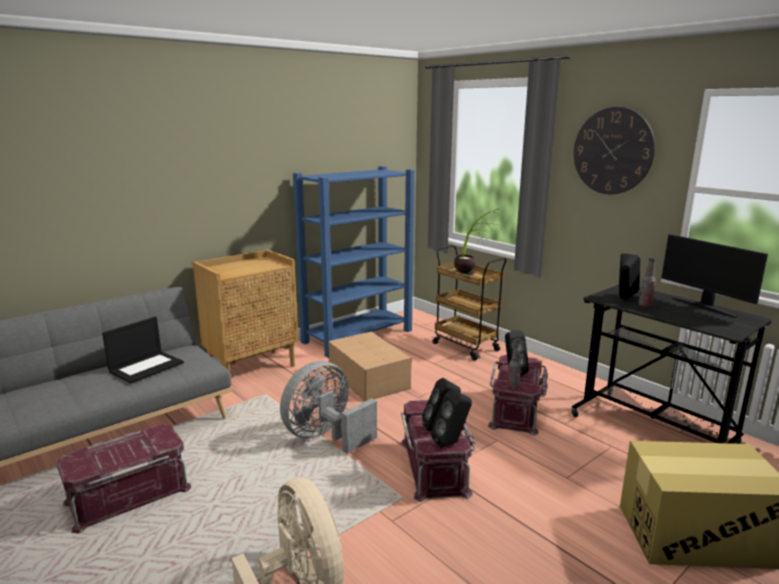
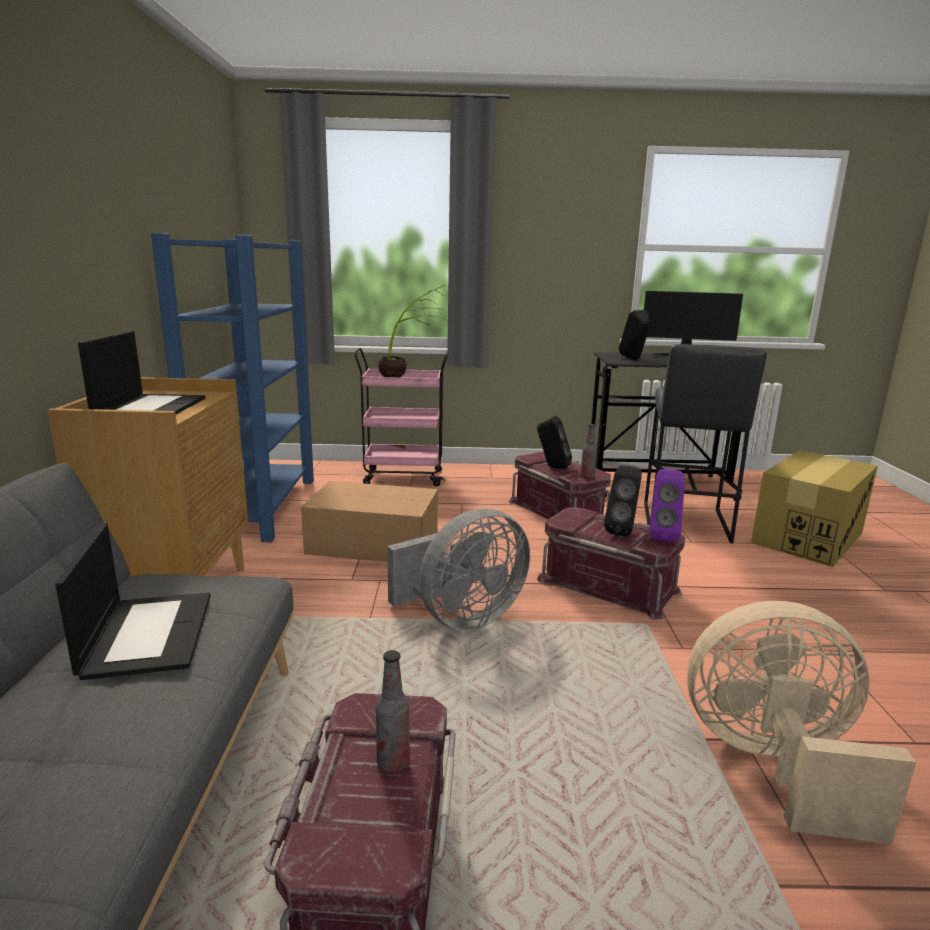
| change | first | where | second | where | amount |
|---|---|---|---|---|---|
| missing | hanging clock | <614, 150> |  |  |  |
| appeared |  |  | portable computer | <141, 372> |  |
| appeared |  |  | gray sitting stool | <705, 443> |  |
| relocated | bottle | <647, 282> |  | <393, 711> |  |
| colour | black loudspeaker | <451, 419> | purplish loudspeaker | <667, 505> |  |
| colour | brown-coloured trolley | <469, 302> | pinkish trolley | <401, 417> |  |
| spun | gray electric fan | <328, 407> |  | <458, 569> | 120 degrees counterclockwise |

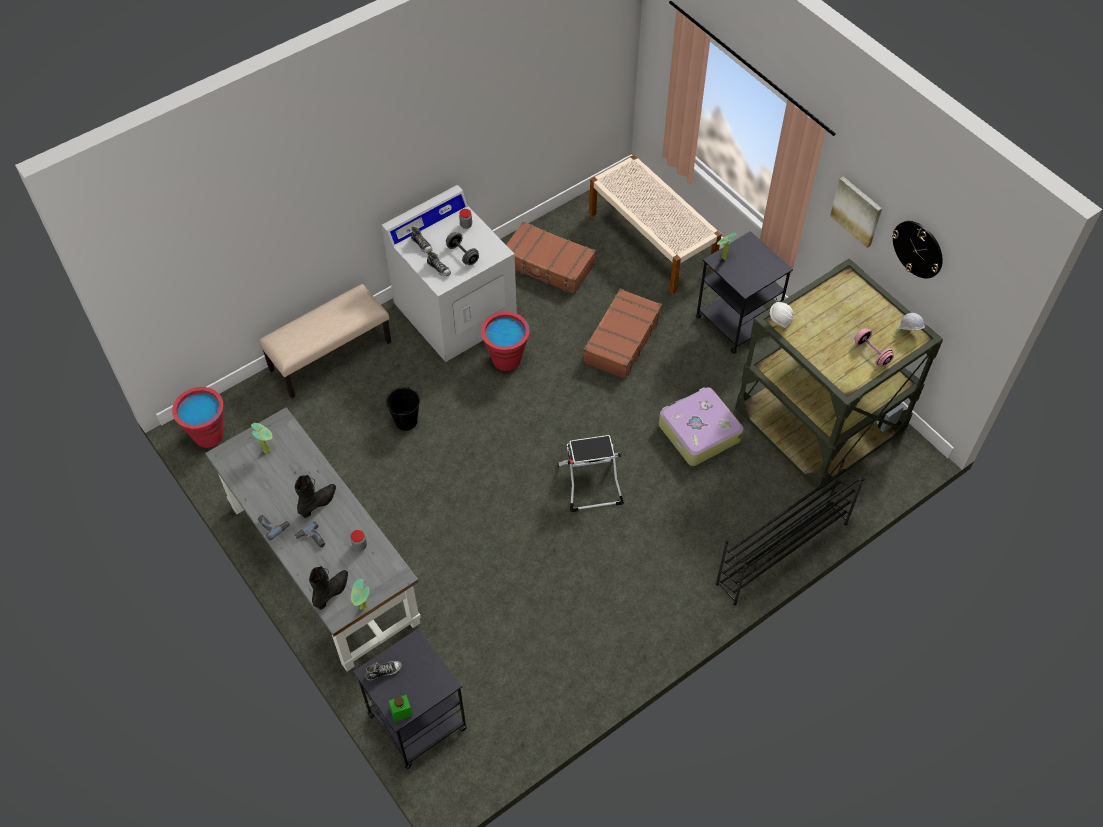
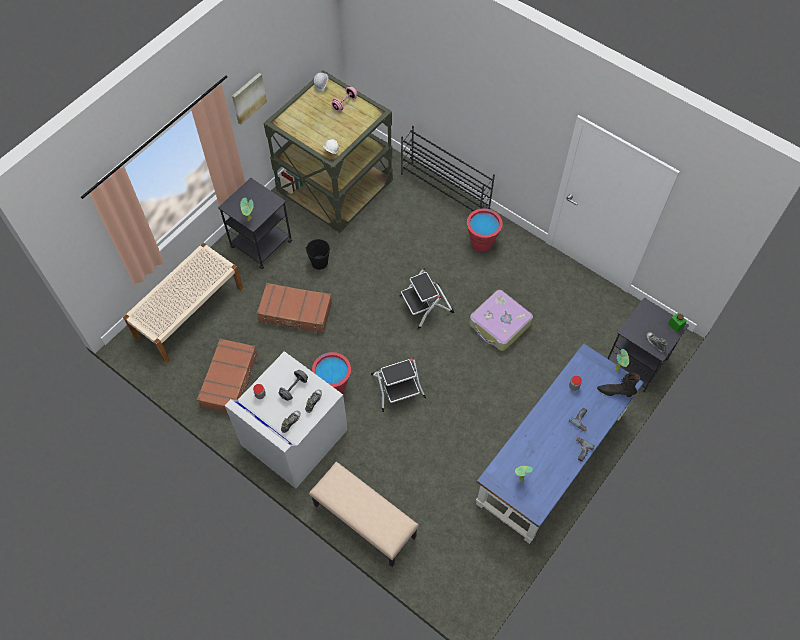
| change | first | where | second | where | amount |
|---|---|---|---|---|---|
| missing | black high-top boot | <315, 496> |  |  |  |
| missing | hanging clock | <917, 249> |  |  |  |
| appeared |  |  | stepladder | <398, 385> |  |
| relocated | reddish water bucket | <198, 417> |  | <485, 230> |  |
| relocated | black water bucket | <403, 409> |  | <317, 254> |  |
| relocated | travel case | <701, 426> |  | <501, 320> |  |
| colour | gray desk table | <313, 539> | blue desk table | <560, 443> |  |

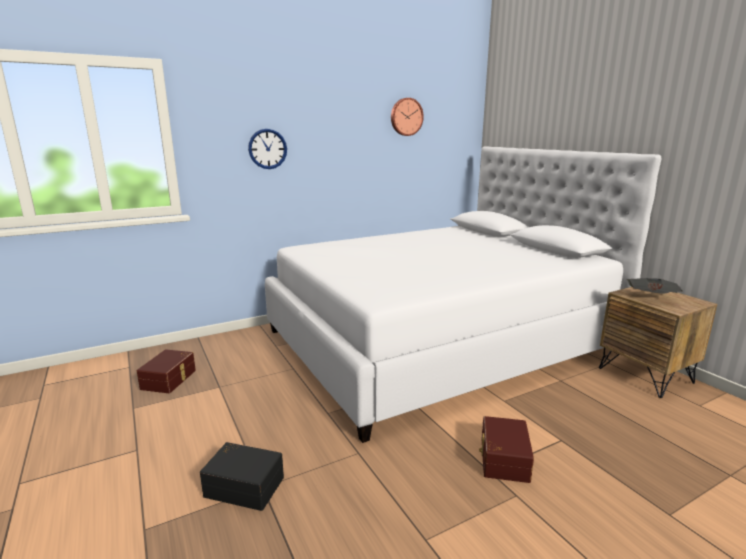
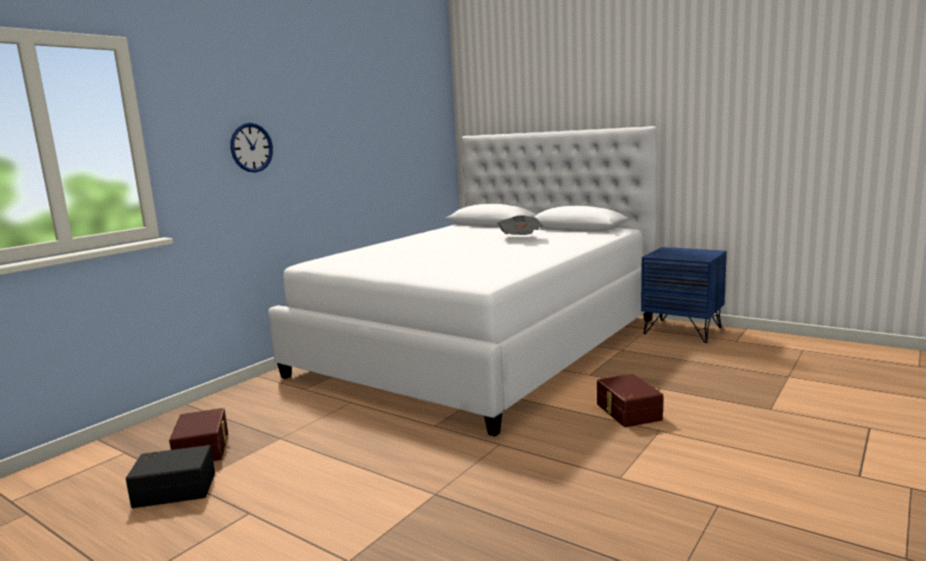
| change | first | where | second | where | amount |
|---|---|---|---|---|---|
| missing | hanging clock | <407, 117> |  |  |  |
| relocated | black storage bin | <242, 476> |  | <170, 476> |  |
| relocated | printed paper | <654, 286> |  | <520, 225> |  |
| colour | brown-coloured bedside table | <658, 342> | blue bedside table | <684, 295> |  |

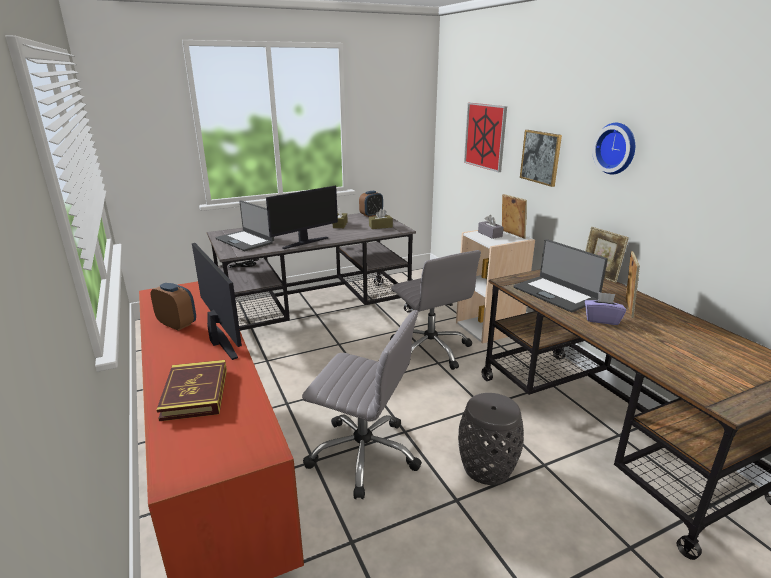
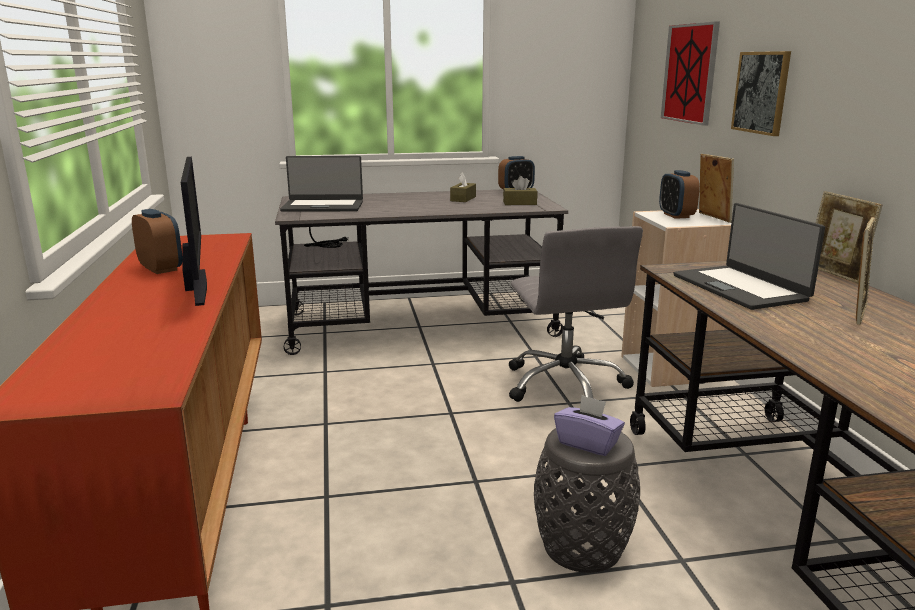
| change | first | where | second | where | amount |
|---|---|---|---|---|---|
| missing | book | <191, 390> |  |  |  |
| missing | monitor | <302, 217> |  |  |  |
| missing | gray computer chair | <362, 404> |  |  |  |
| missing | hanging clock | <613, 149> |  |  |  |
| relocated | purplish box of tissues | <605, 308> |  | <589, 425> |  |
| exchanged | gray box of tissues | <491, 227> | bedside clock | <679, 194> |  |
| spun | portable computer | <244, 225> |  | <321, 184> | 60 degrees counterclockwise |

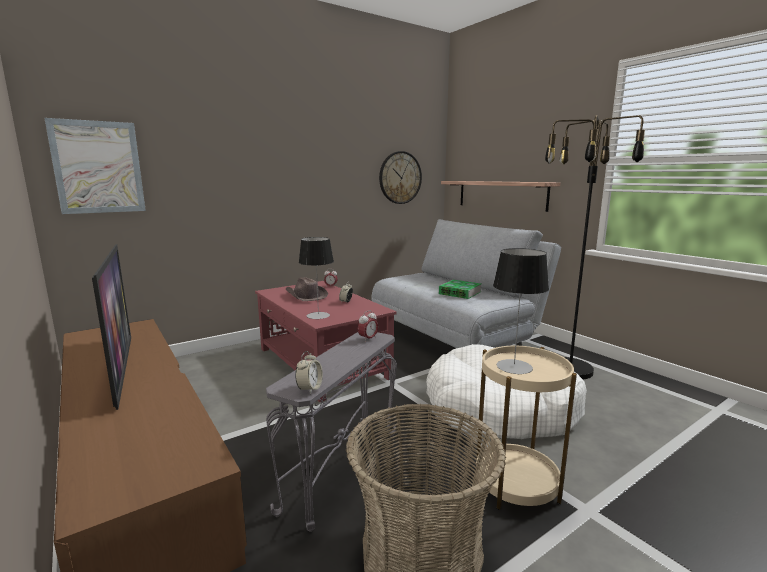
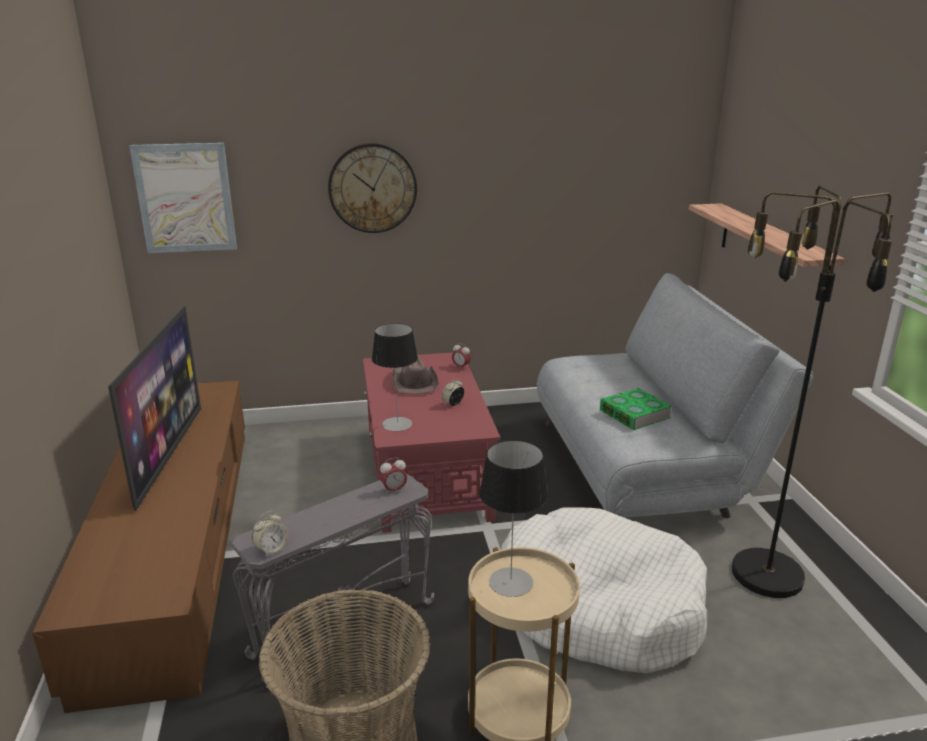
| change | first | where | second | where | amount |
|---|---|---|---|---|---|
| relocated | hanging clock | <400, 177> |  | <372, 188> |  |

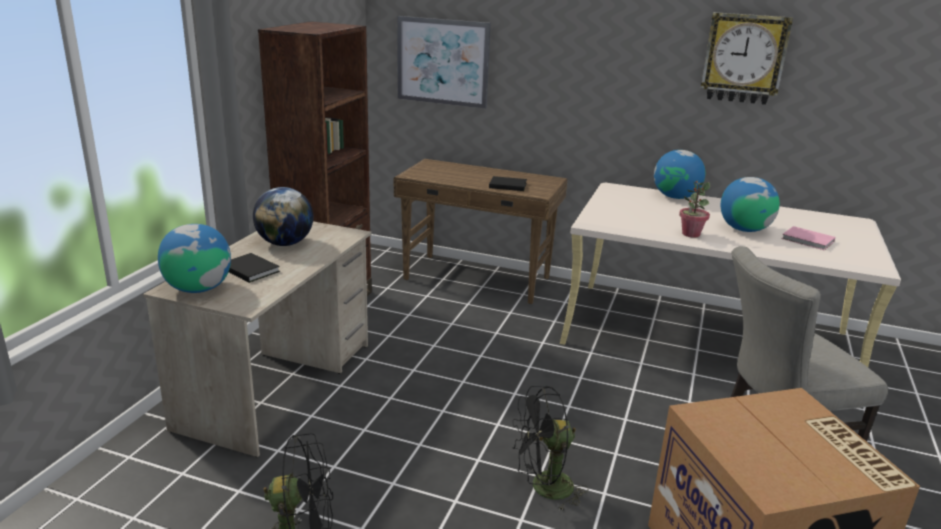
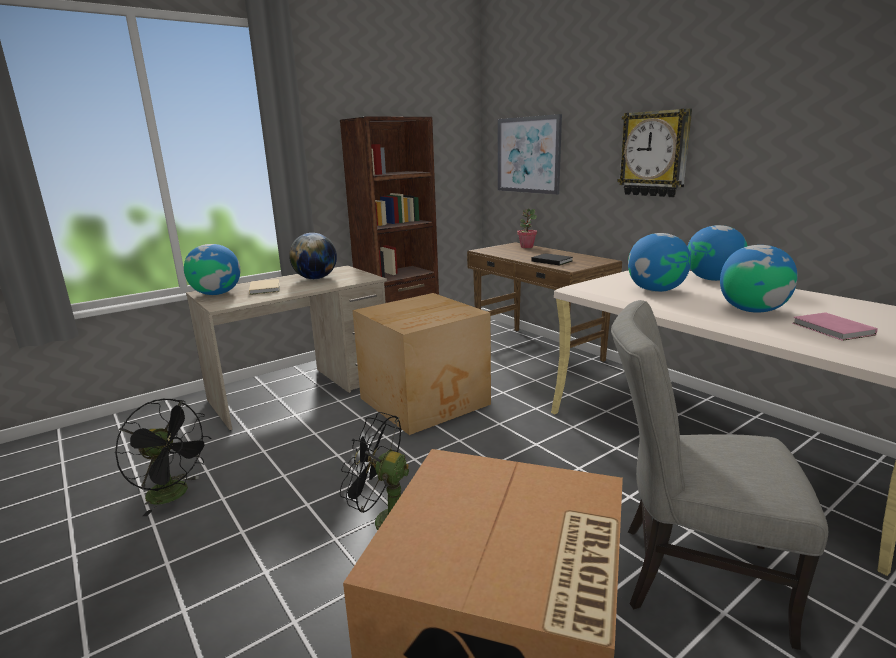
| change | first | where | second | where | amount |
|---|---|---|---|---|---|
| appeared |  |  | cardboard box | <422, 364> |  |
| appeared |  |  | desk globe | <659, 262> |  |
| relocated | houseplant | <694, 209> |  | <527, 228> |  |
| relocated | hanging clock | <747, 58> |  | <654, 152> |  |
| colour | black book | <254, 268> | beige book | <264, 287> |  |

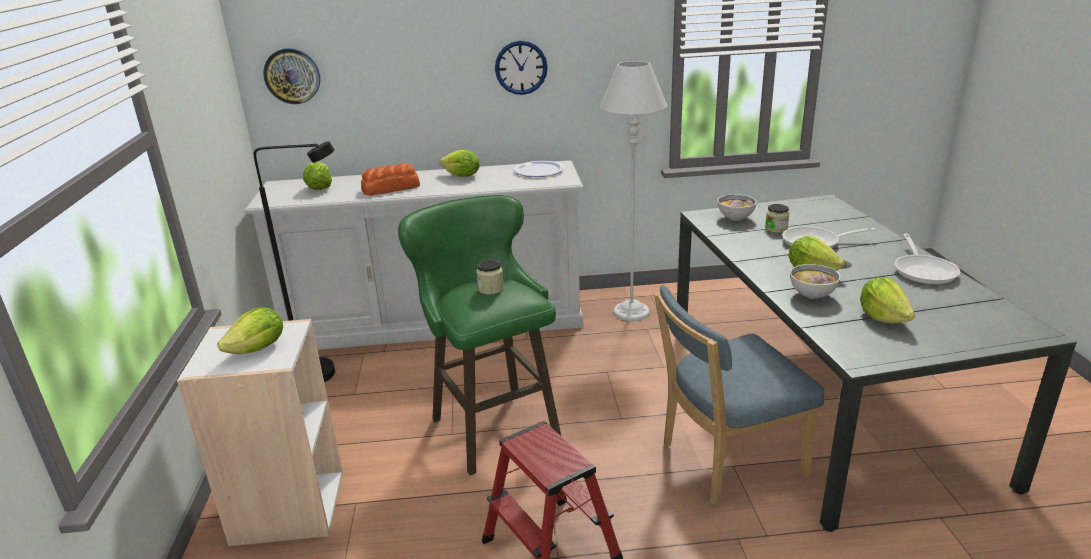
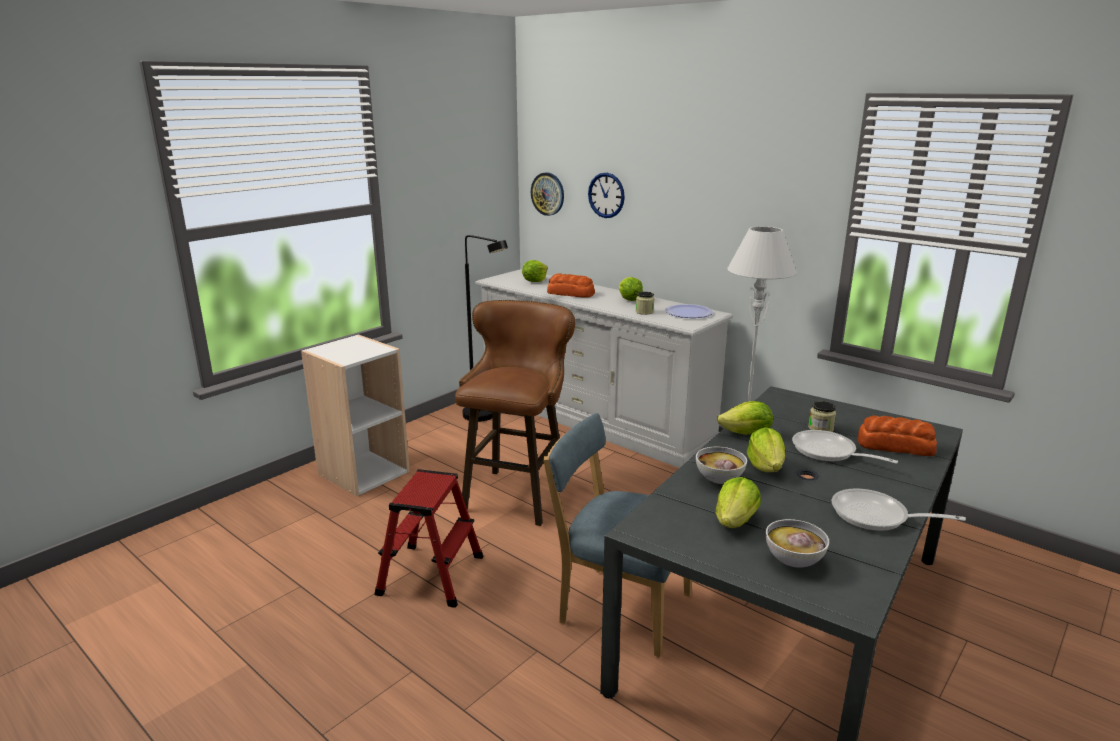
| change | first | where | second | where | amount |
|---|---|---|---|---|---|
| appeared |  |  | bakery bread | <897, 435> |  |
| relocated | lettuce | <250, 330> |  | <745, 418> |  |
| relocated | storage jar | <490, 277> |  | <645, 303> |  |
| relocated | hanging clock | <521, 68> |  | <606, 195> |  |
| relocated | serving bowl | <737, 207> |  | <797, 543> |  |
| colour | greenish sitting stool | <479, 335> | brown-coloured sitting stool | <515, 413> |  |
| spun | pan | <927, 259> |  | <899, 509> | 60 degrees clockwise |

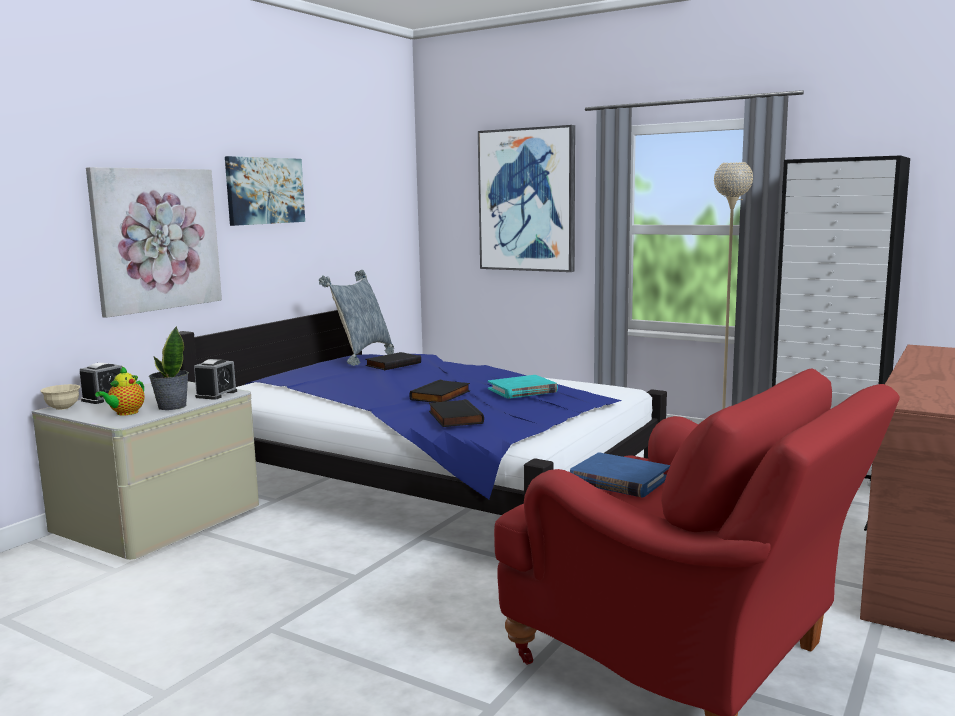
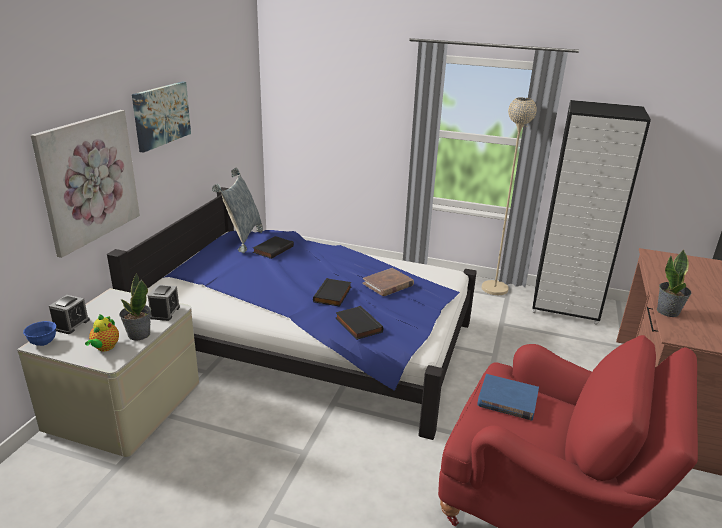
| change | first | where | second | where | amount |
|---|---|---|---|---|---|
| missing | wall picture | <526, 198> |  |  |  |
| appeared |  |  | houseplant | <674, 283> |  |
| colour | beige serving bowl | <60, 397> | blue serving bowl | <39, 333> |  |
| colour | blue-green book | <523, 387> | brown-coloured book | <388, 282> |  |

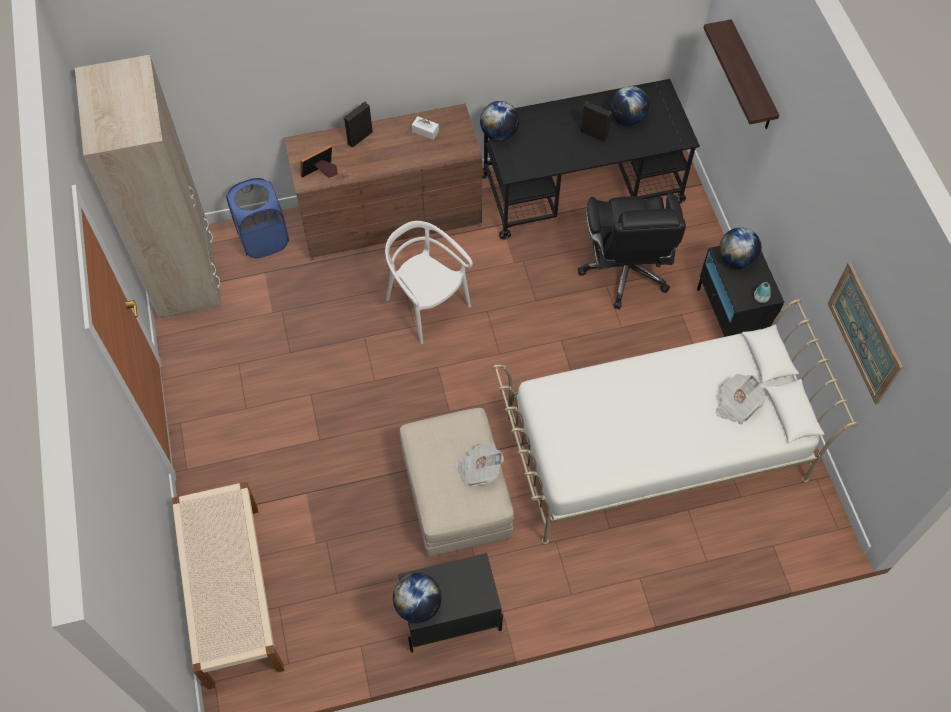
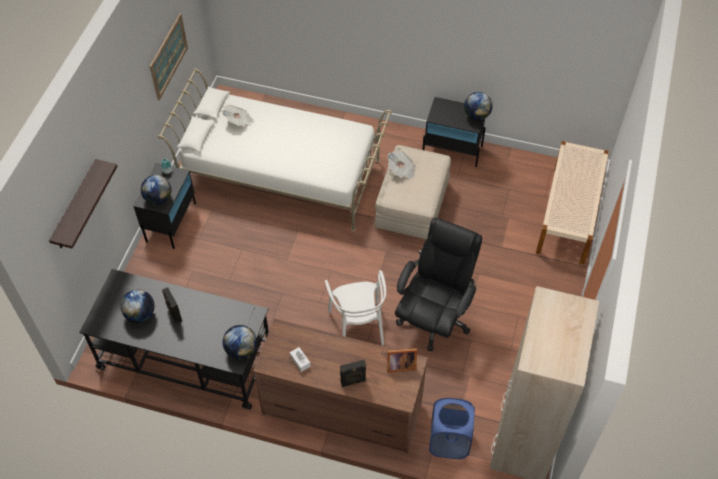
| change | first | where | second | where | amount |
|---|---|---|---|---|---|
| relocated | black computer chair | <632, 251> |  | <438, 284> |  |

